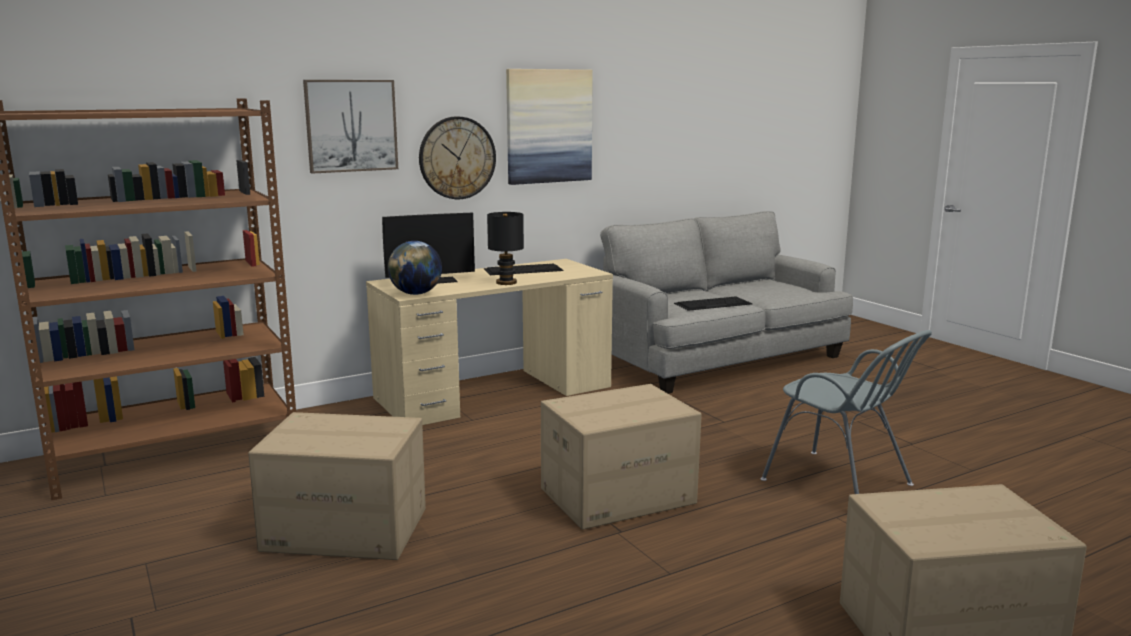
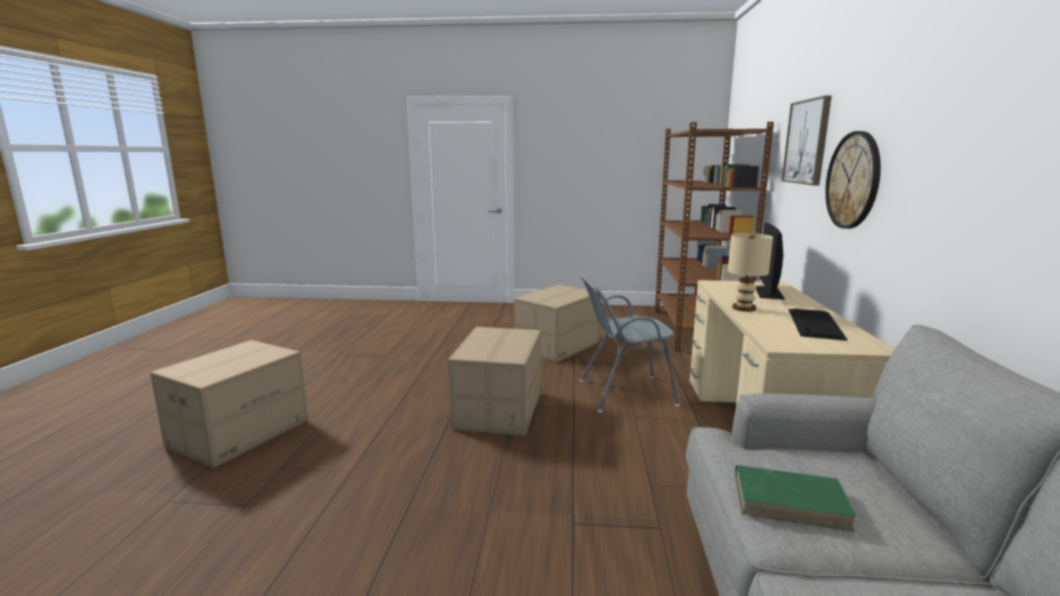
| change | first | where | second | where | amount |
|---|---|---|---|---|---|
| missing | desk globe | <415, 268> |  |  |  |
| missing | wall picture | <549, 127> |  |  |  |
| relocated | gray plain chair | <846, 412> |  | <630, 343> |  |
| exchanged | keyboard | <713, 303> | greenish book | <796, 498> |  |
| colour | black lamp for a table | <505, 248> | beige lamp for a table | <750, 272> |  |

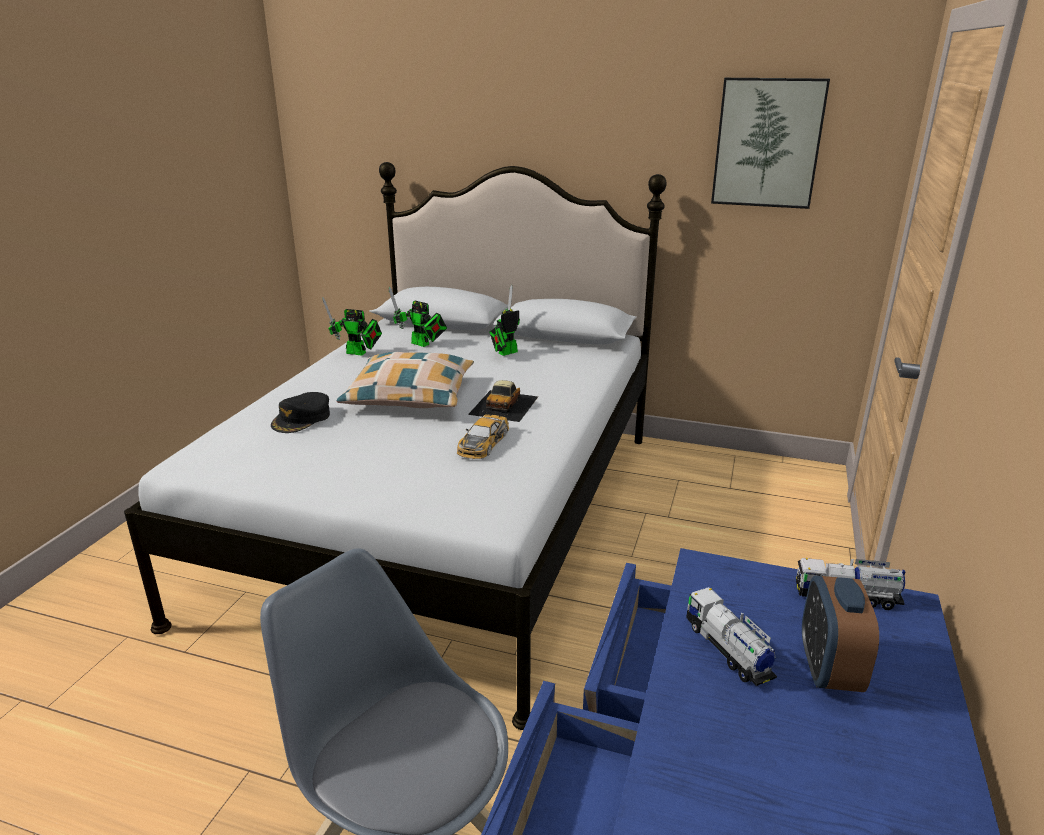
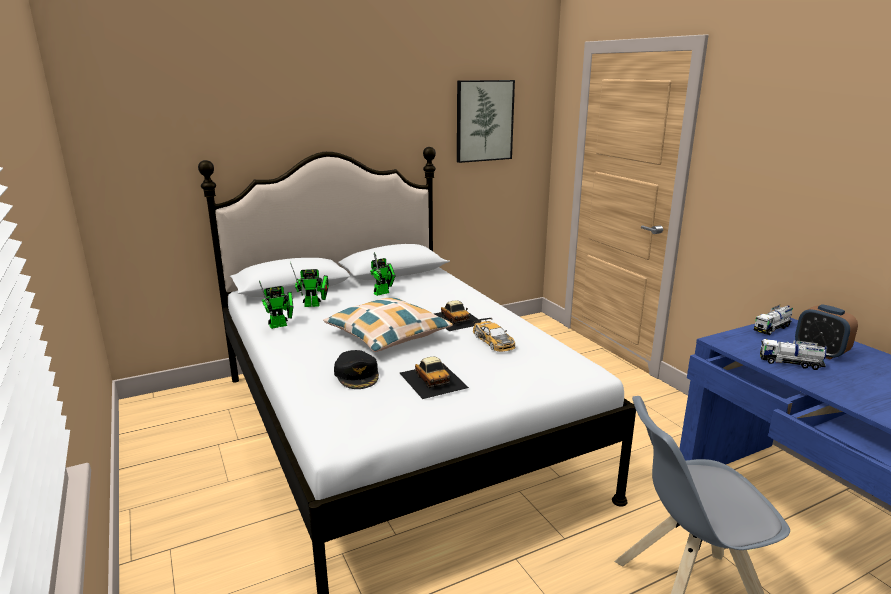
| change | first | where | second | where | amount |
|---|---|---|---|---|---|
| appeared |  |  | model car | <434, 378> |  |
| spun | model robot | <504, 320> |  | <383, 274> | 135 degrees counterclockwise |

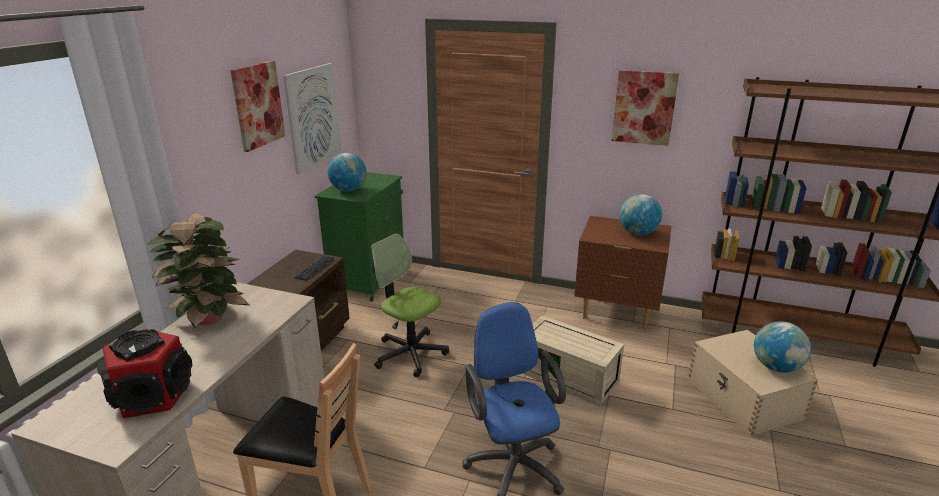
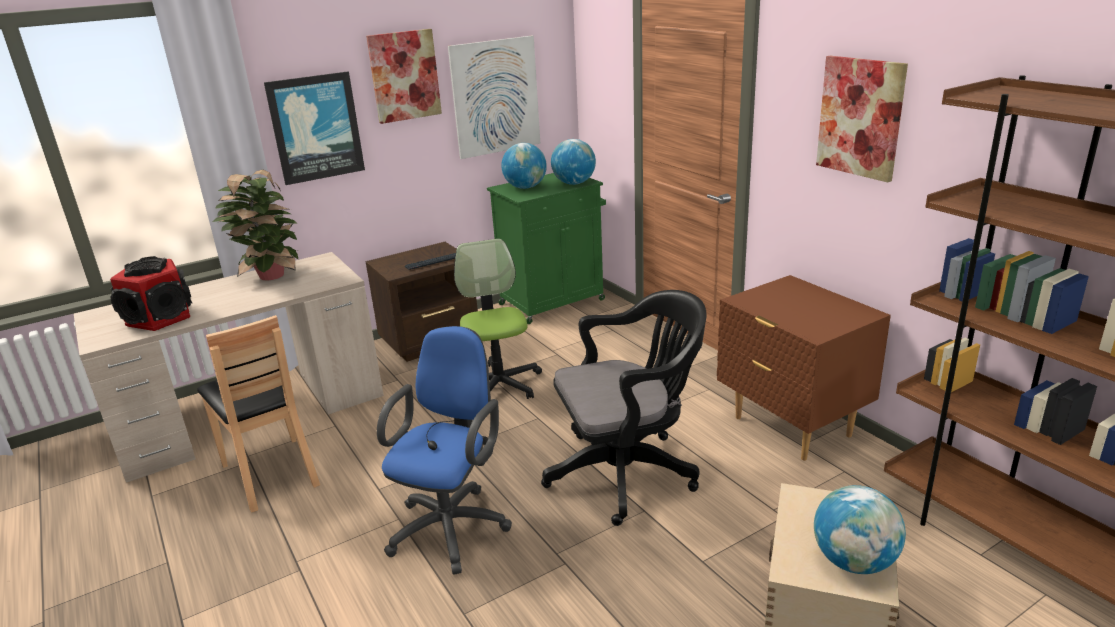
| change | first | where | second | where | amount |
|---|---|---|---|---|---|
| appeared |  |  | wall picture | <314, 128> |  |
| relocated | desk globe | <640, 214> |  | <573, 162> |  |
| exchanged | beige storage bin | <573, 360> | black computer chair | <624, 408> |  |

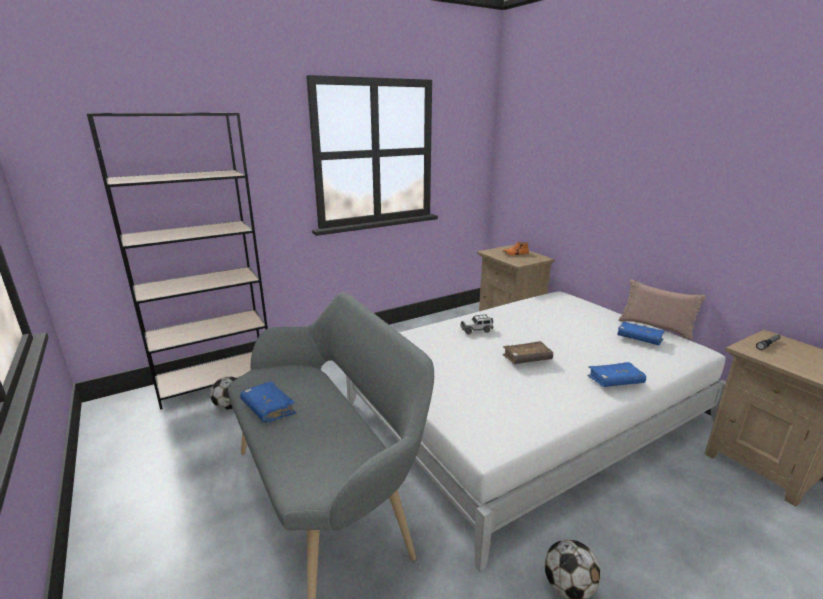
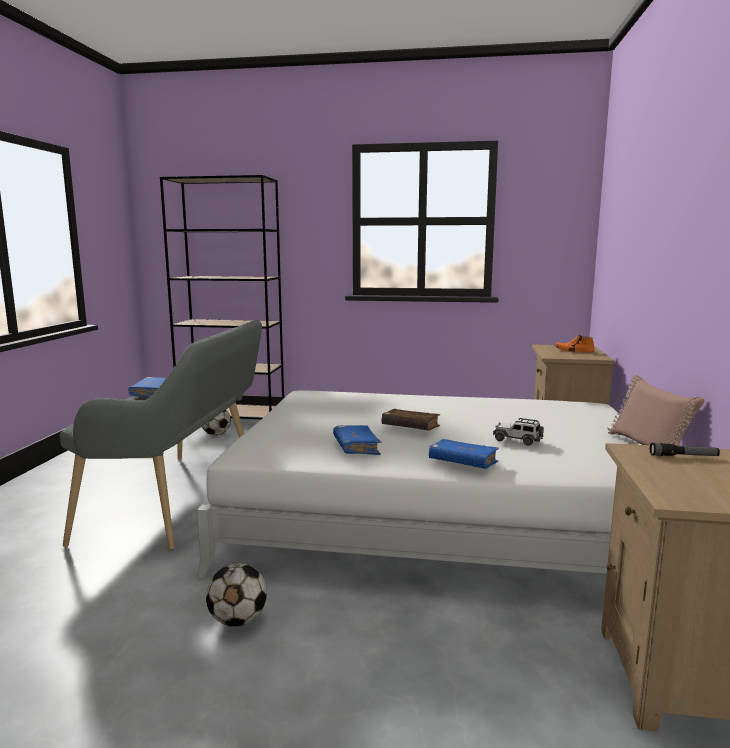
| change | first | where | second | where | amount |
|---|---|---|---|---|---|
| relocated | model car | <476, 324> |  | <518, 432> |  |
| relocated | blue book | <641, 333> |  | <357, 440> |  |

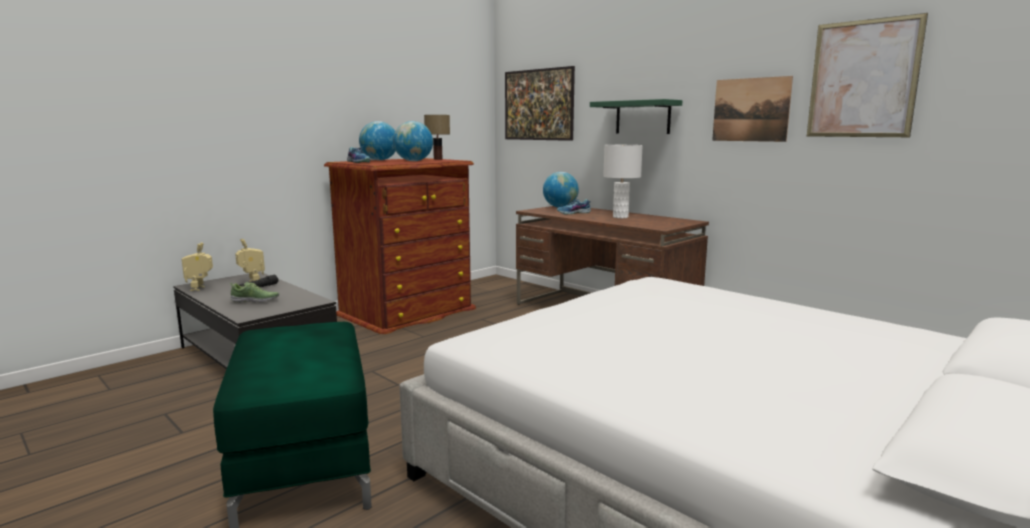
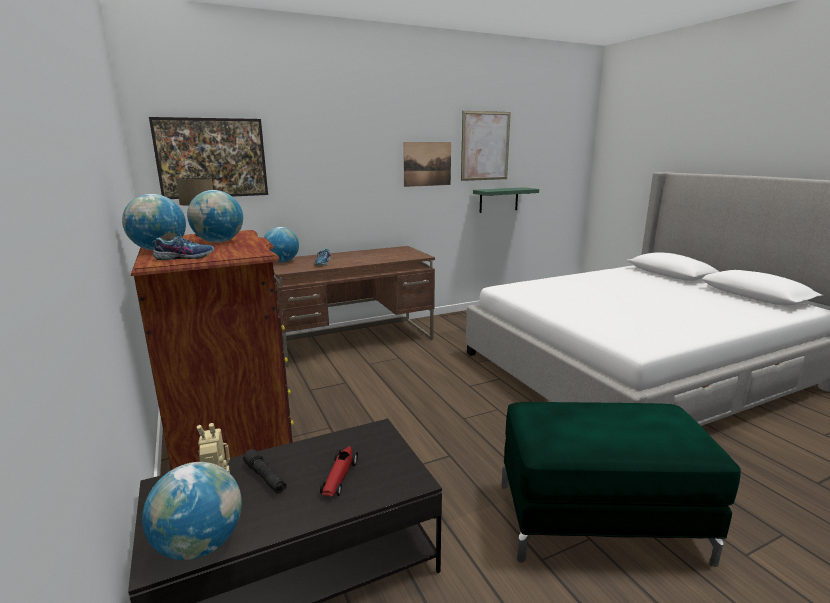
| change | first | where | second | where | amount |
|---|---|---|---|---|---|
| missing | whitish lamp for a table | <623, 181> |  |  |  |
| relocated | greenish shelf | <636, 116> |  | <506, 200> |  |
| exchanged | model robot | <197, 267> | desk globe | <192, 511> |  |
| exchanged | low shoe | <254, 292> | model car | <339, 471> |  |

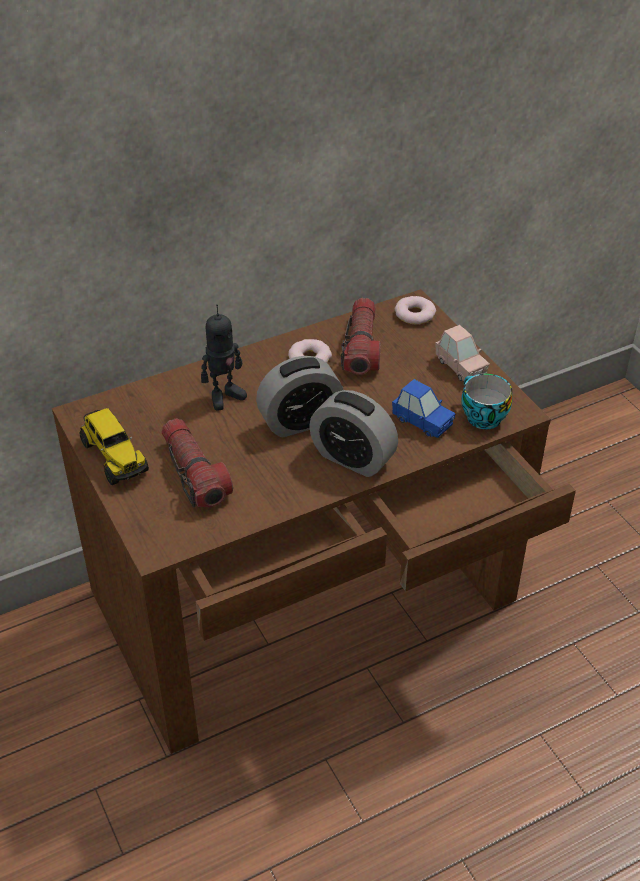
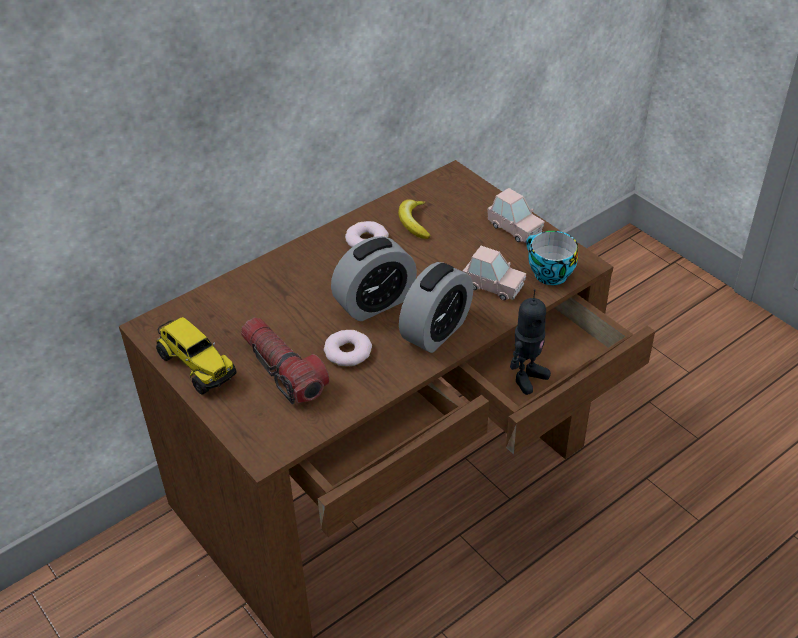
| change | first | where | second | where | amount |
|---|---|---|---|---|---|
| relocated | model robot | <224, 357> |  | <530, 342> |  |
| relocated | ring doughnut | <415, 310> |  | <348, 348> |  |
| exchanged | flashlight | <361, 336> | banana | <414, 219> |  |
| colour | blue model car | <423, 408> | pinkish model car | <494, 273> |  |
| spun | bedside clock | <353, 433> |  | <436, 307> | 75 degrees counterclockwise |

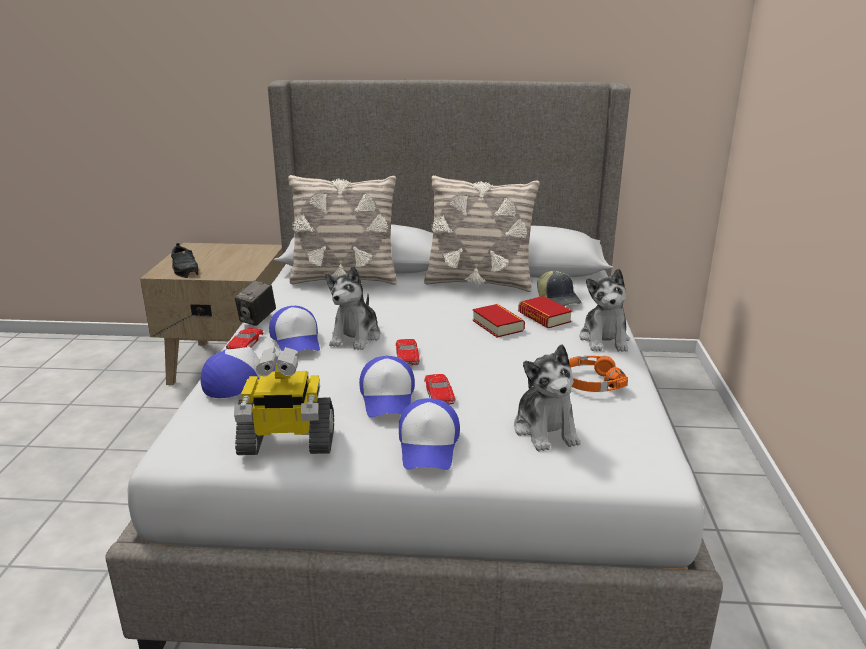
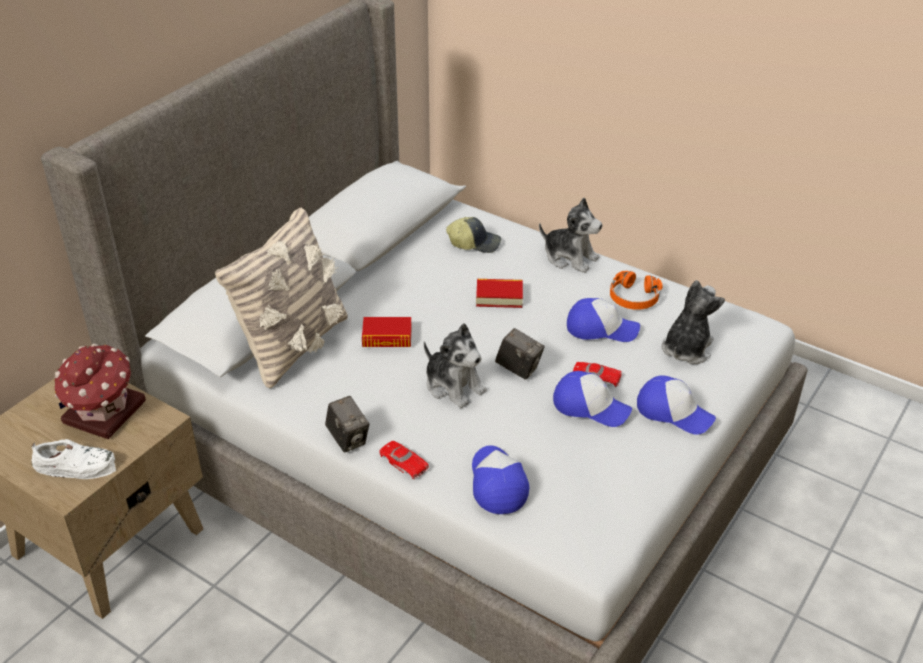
| change | first | where | second | where | amount |
|---|---|---|---|---|---|
| missing | model robot | <284, 401> |  |  |  |
| missing | beige pillow | <482, 233> |  |  |  |
| appeared |  |  | toy house | <100, 391> |  |
| relocated | baseball cap | <294, 328> |  | <603, 320> |  |
| relocated | book | <545, 312> |  | <387, 332> |  |
| exchanged | reddish model car | <408, 352> | still camera | <520, 354> |  |
| colour | black low shoe | <185, 260> | whitish low shoe | <73, 459> |  |
| spun | soft toy | <547, 398> |  | <693, 322> | 75 degrees counterclockwise |

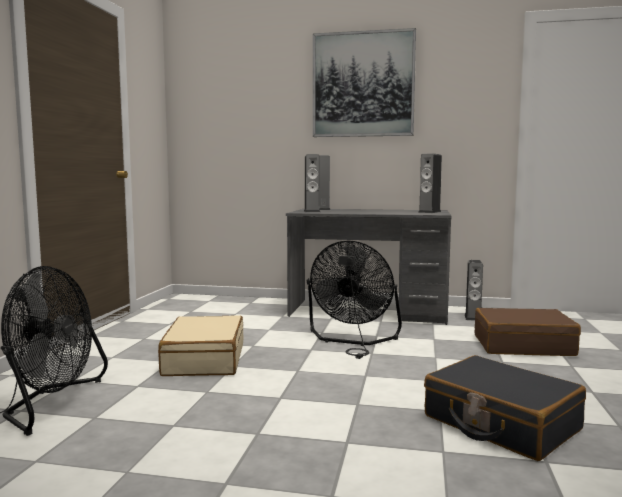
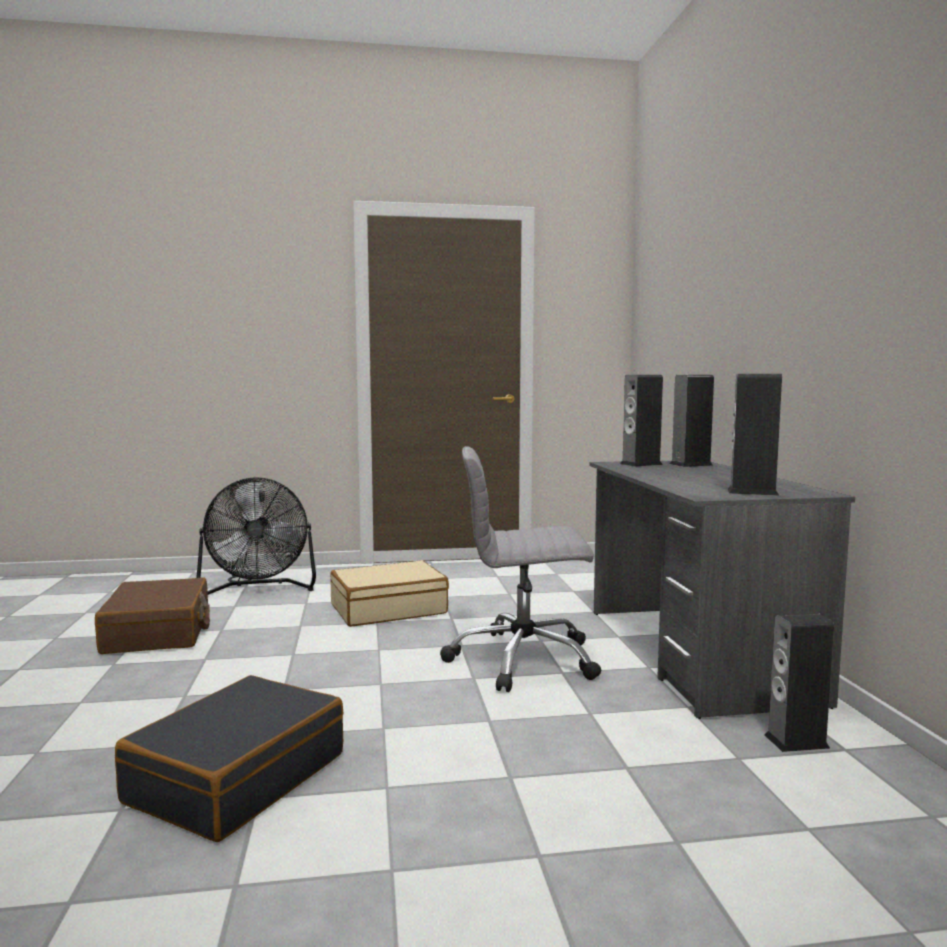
| change | first | where | second | where | amount |
|---|---|---|---|---|---|
| missing | wall picture | <364, 82> |  |  |  |
| relocated | brown-coloured travel case | <528, 332> |  | <152, 615> |  |
| exchanged | black electric fan | <354, 300> | gray computer chair | <521, 569> |  |

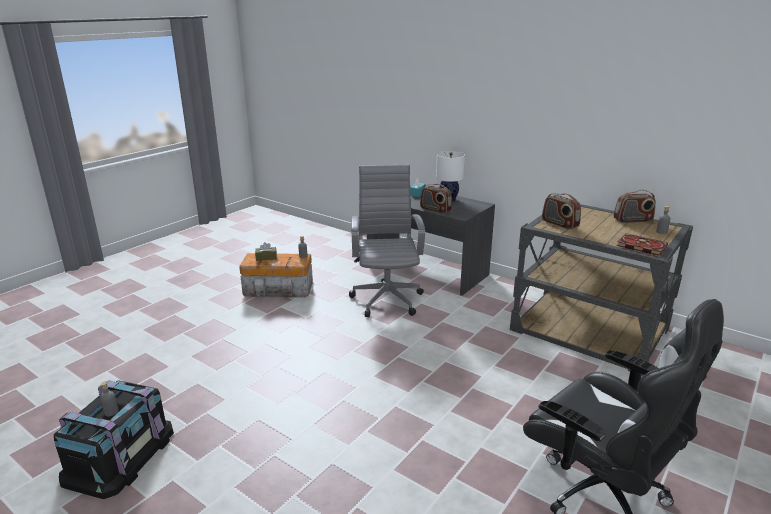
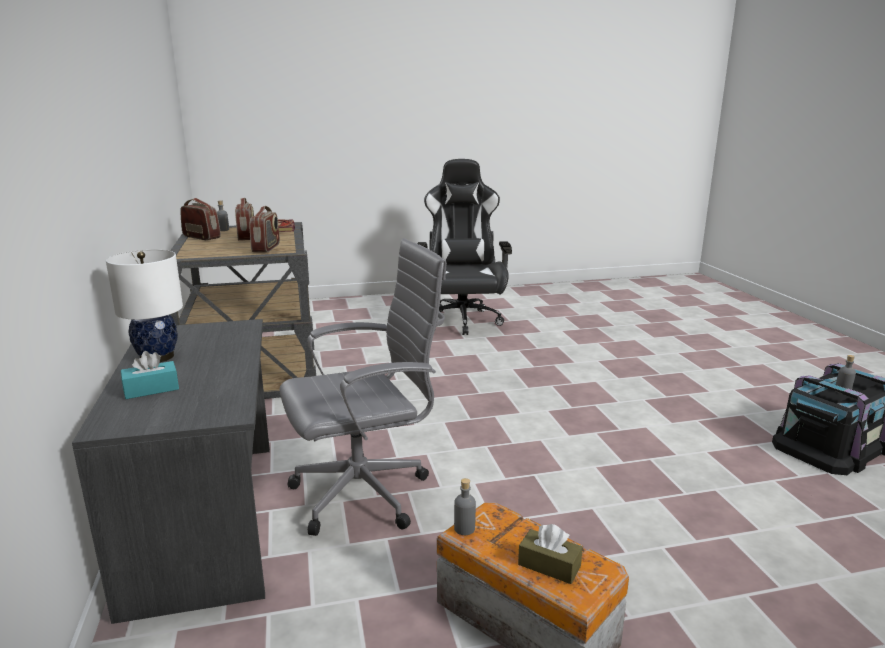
| change | first | where | second | where | amount |
|---|---|---|---|---|---|
| relocated | radio receiver | <436, 199> |  | <244, 219> |  |
| spun | gray computer chair | <387, 241> |  | <363, 387> | 150 degrees counterclockwise |

